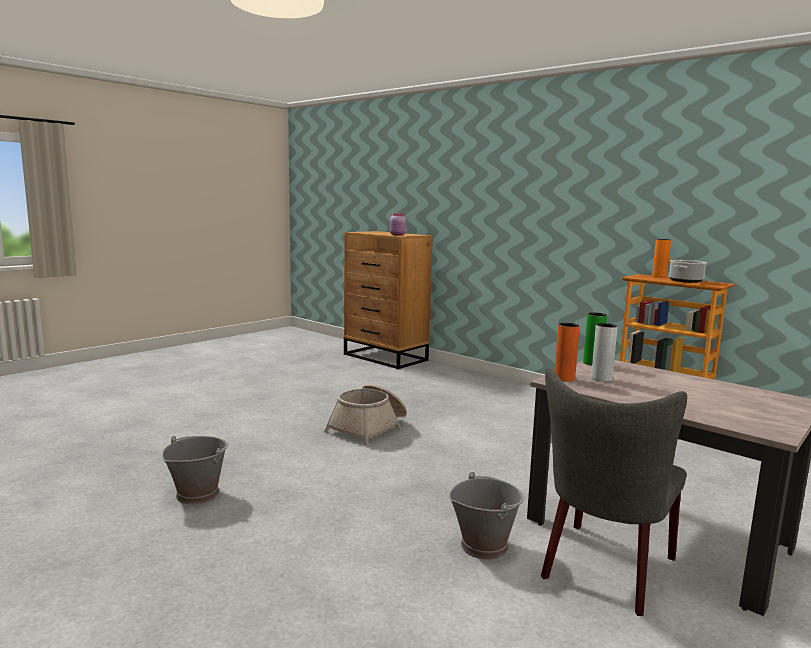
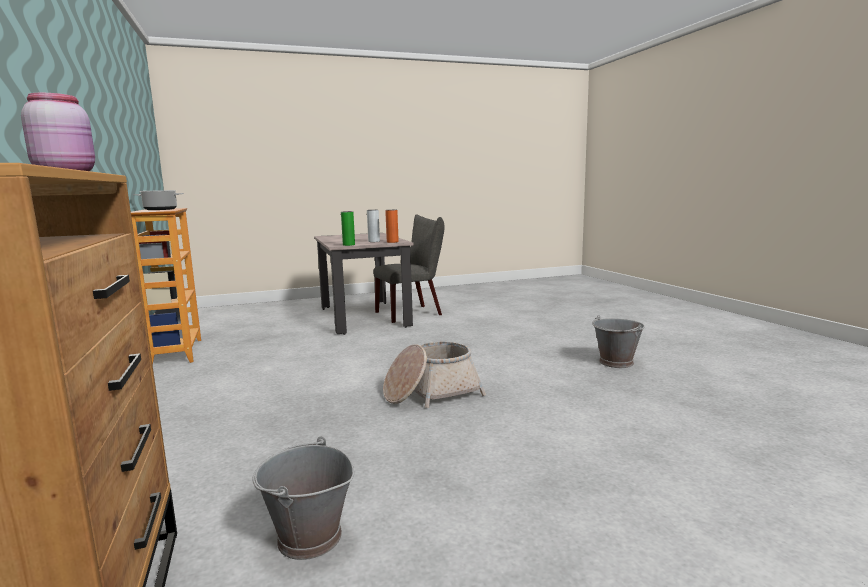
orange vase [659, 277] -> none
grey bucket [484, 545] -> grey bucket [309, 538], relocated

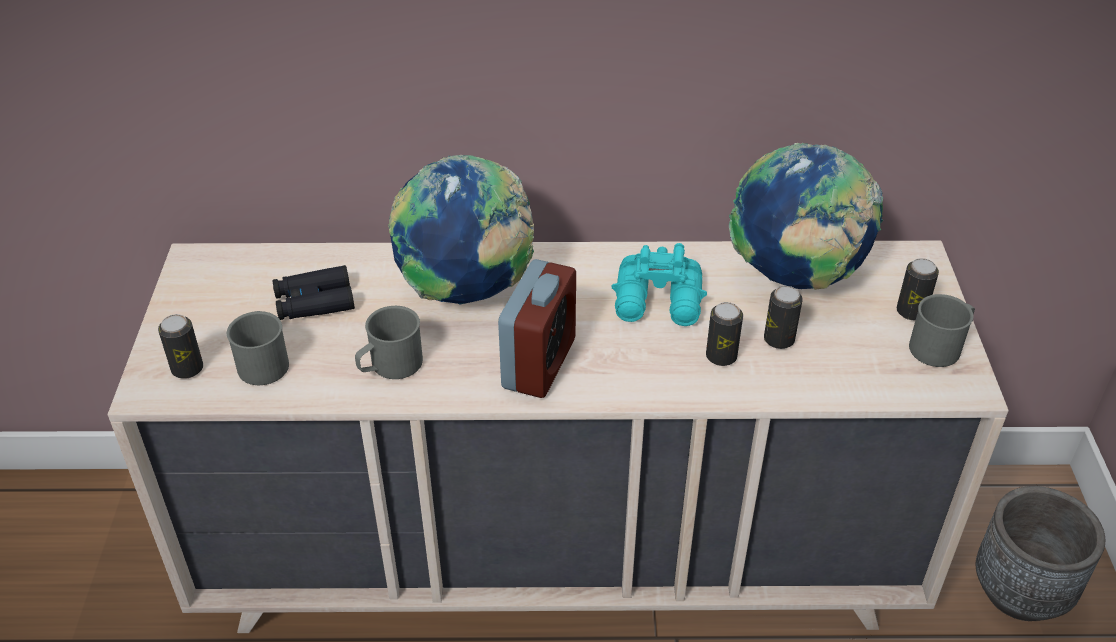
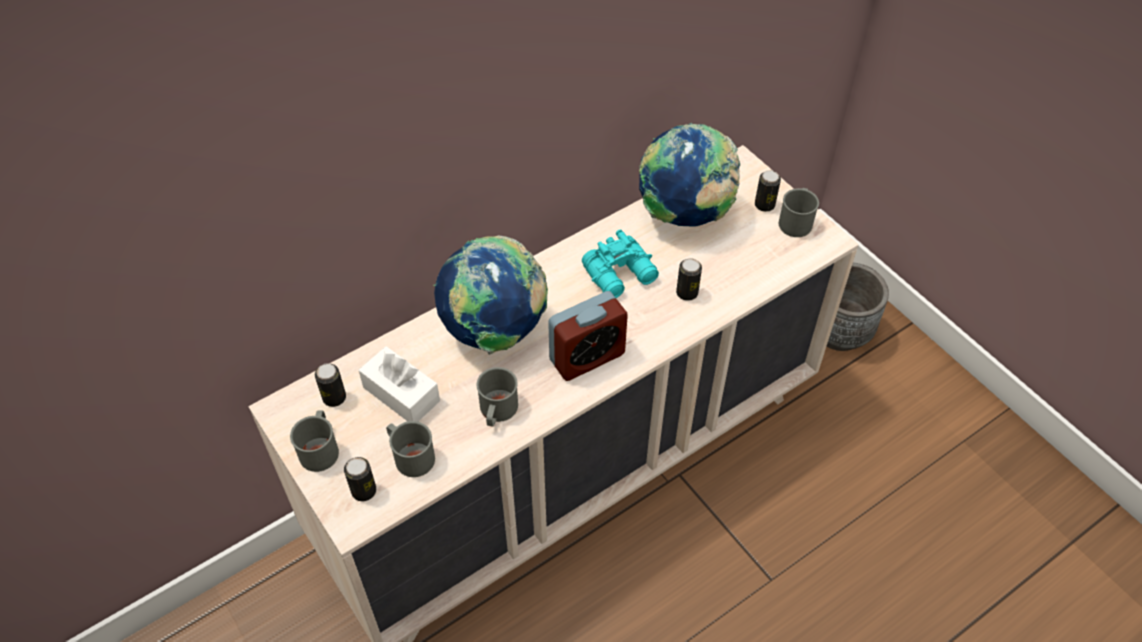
none -> grey mug [320, 448]
can [779, 340] -> can [334, 398], relocated
black binoculars [314, 302] -> white tissue box [401, 394]
alarm clock [539, 363] -> alarm clock [587, 357], 75 degrees clockwise

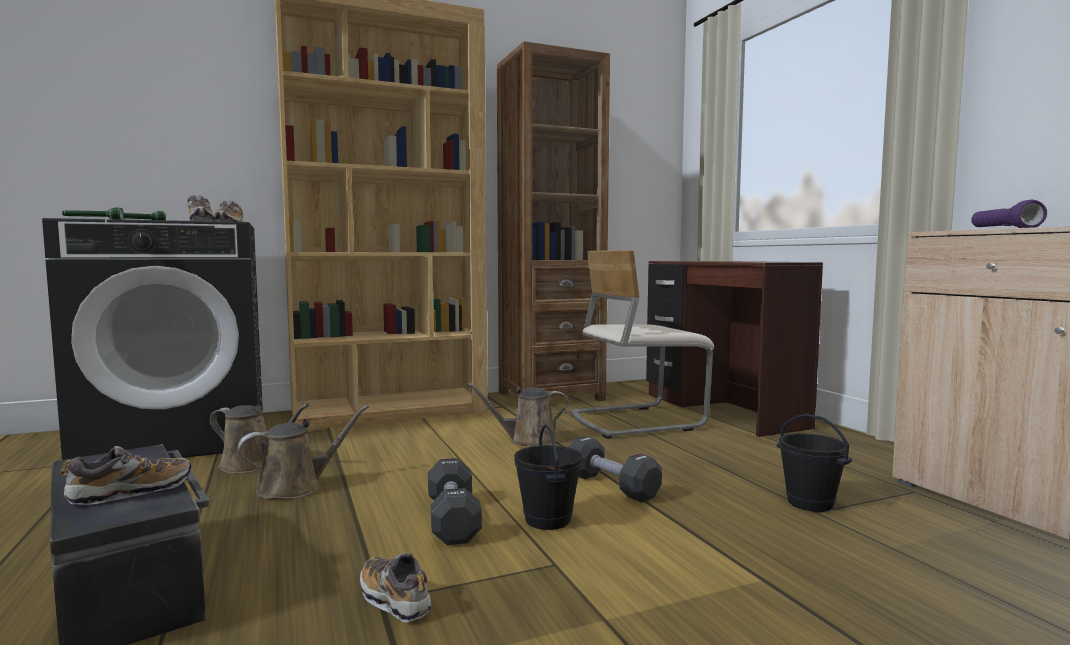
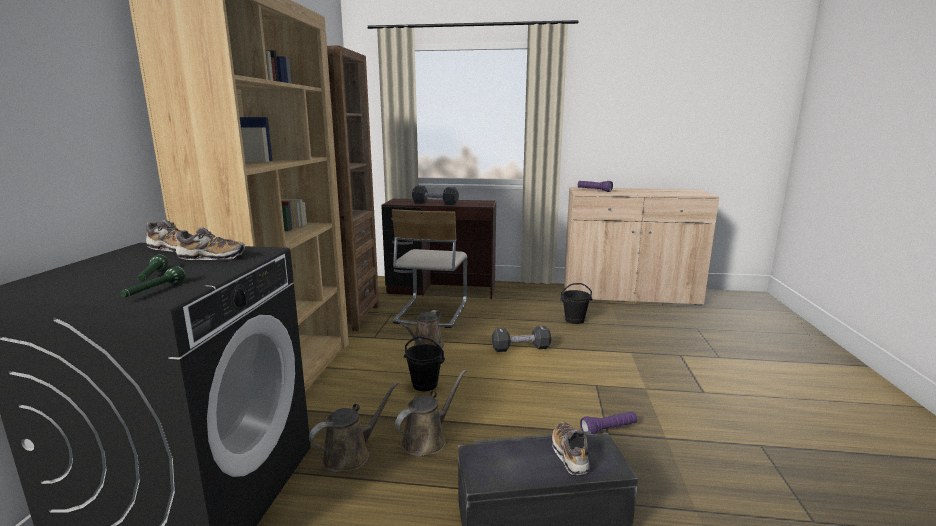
black dumbbell [453, 519] -> black dumbbell [435, 204], relocated
black bucket [548, 520] -> black bucket [425, 385], relocated
shoe [394, 600] -> purple flashlight [608, 429]
brown watering can [296, 487] -> brown watering can [427, 440], 45 degrees clockwise

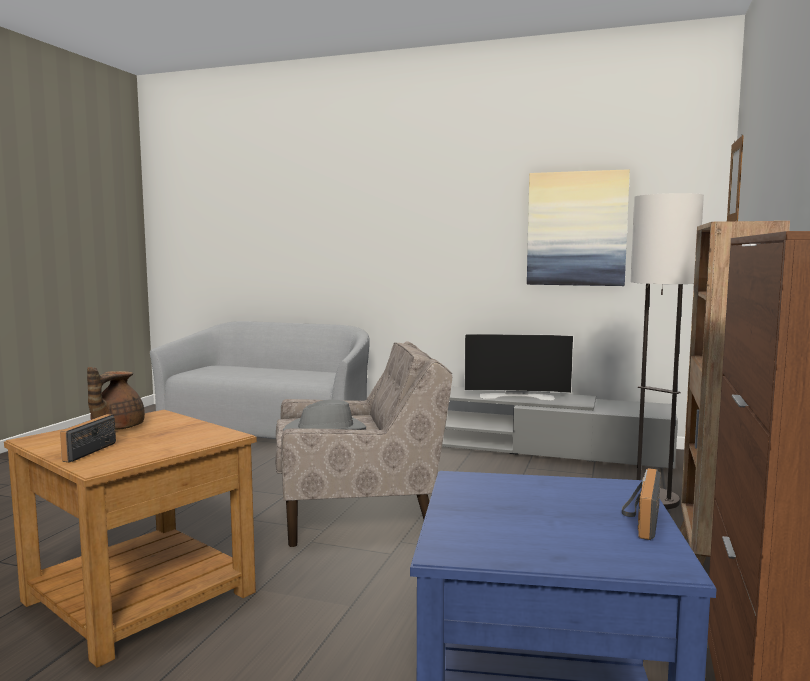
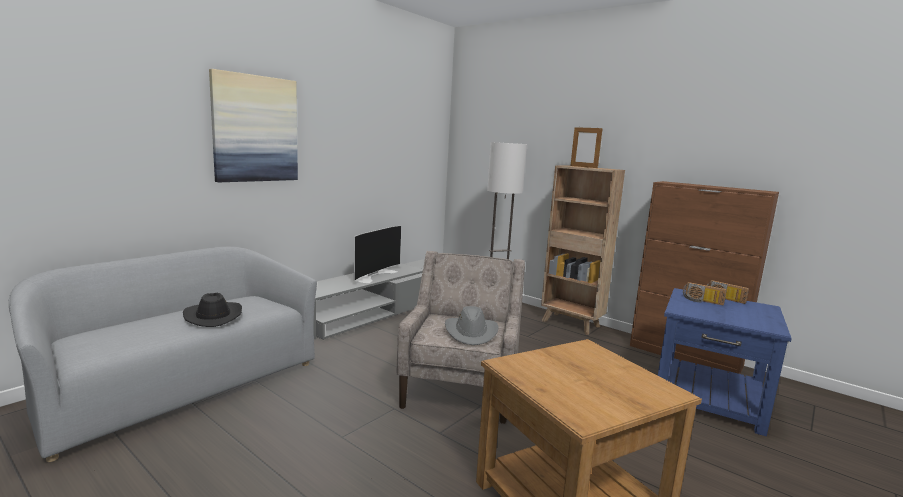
brown teapot [115, 428] -> none
none -> black hat [213, 316]
radio [86, 450] -> radio [702, 301], relocated
picture [576, 229] -> picture [255, 129], relocated

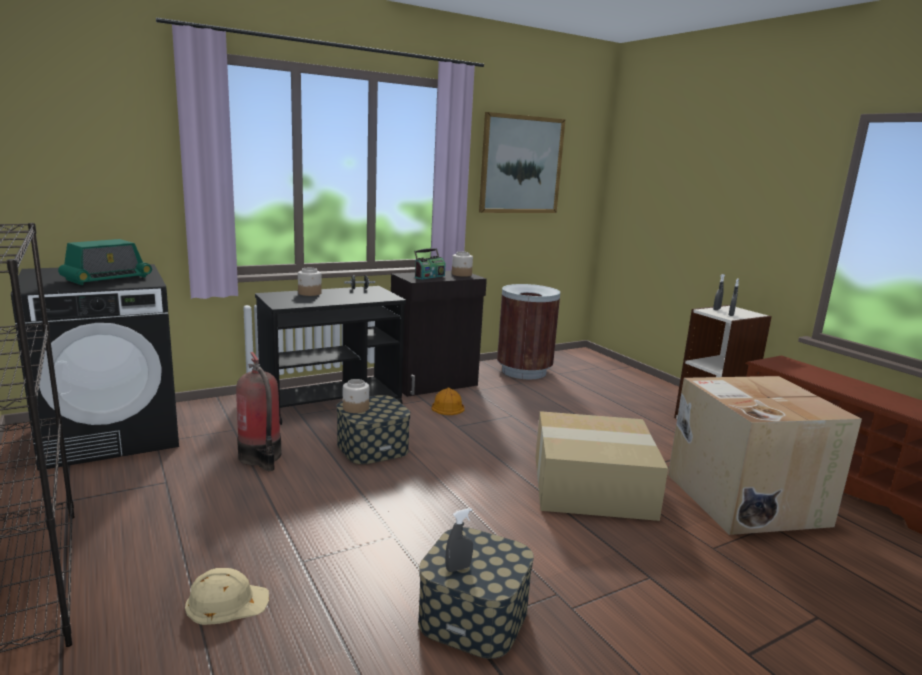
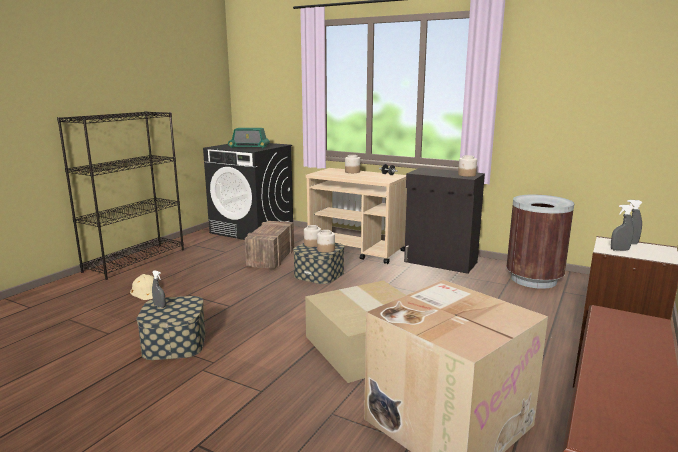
radio [429, 276] -> none
orange hard hat [447, 406] -> none
picture [521, 165] -> none
none -> jar [325, 249]
fire extinguisher [261, 457] -> crate [271, 258]
black cart [332, 403] -> beige cart [356, 250]

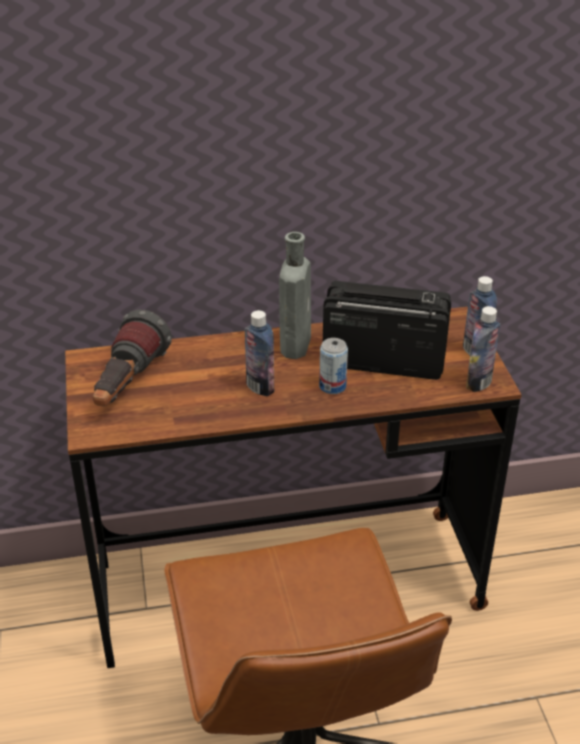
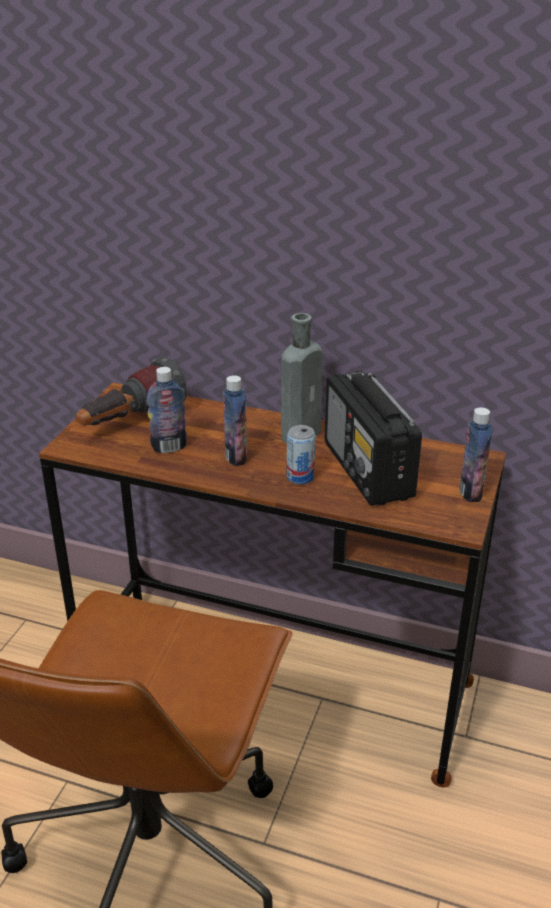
bottle [478, 383] -> bottle [169, 447], relocated
radio [382, 361] -> radio [368, 471], 150 degrees counterclockwise

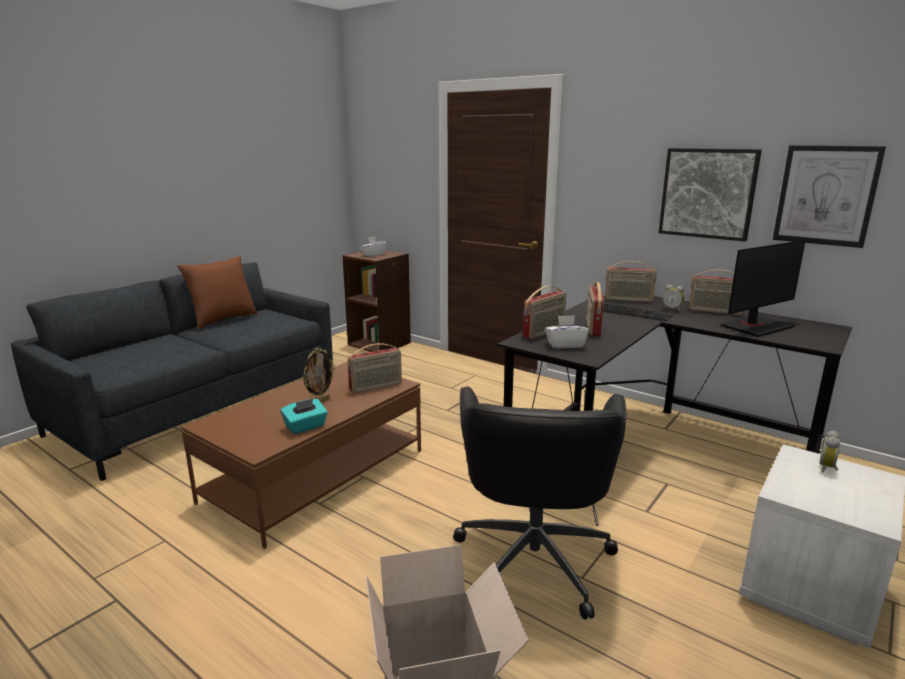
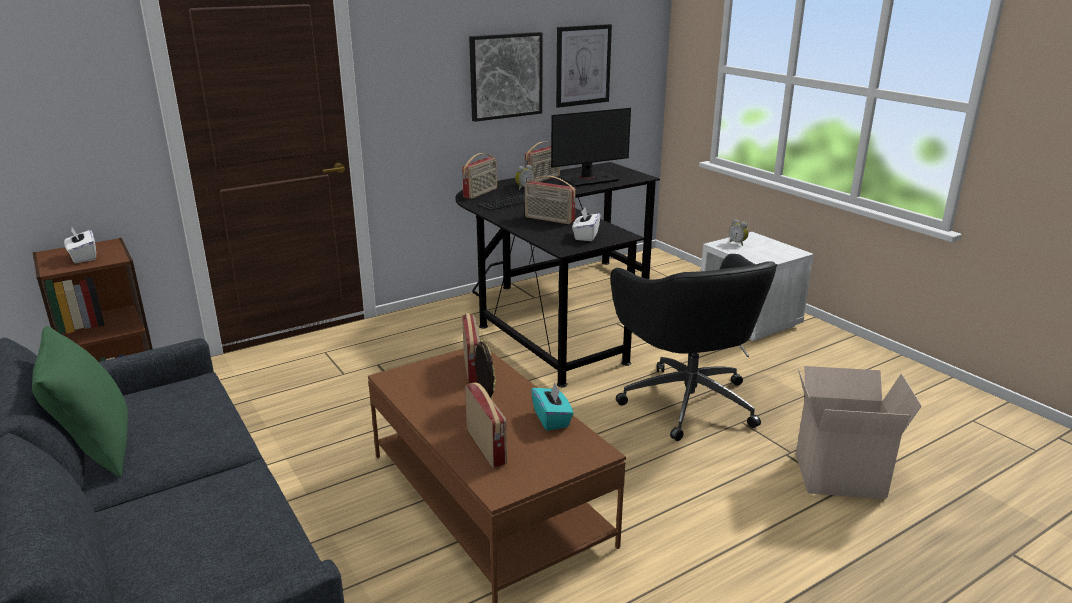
radio [544, 333] -> radio [487, 446], relocated
brown pillow [223, 320] -> green pillow [96, 450]
black office chair [534, 557] -> black office chair [686, 400], 45 degrees clockwise
monitor [756, 326] -> monitor [589, 179], 75 degrees clockwise

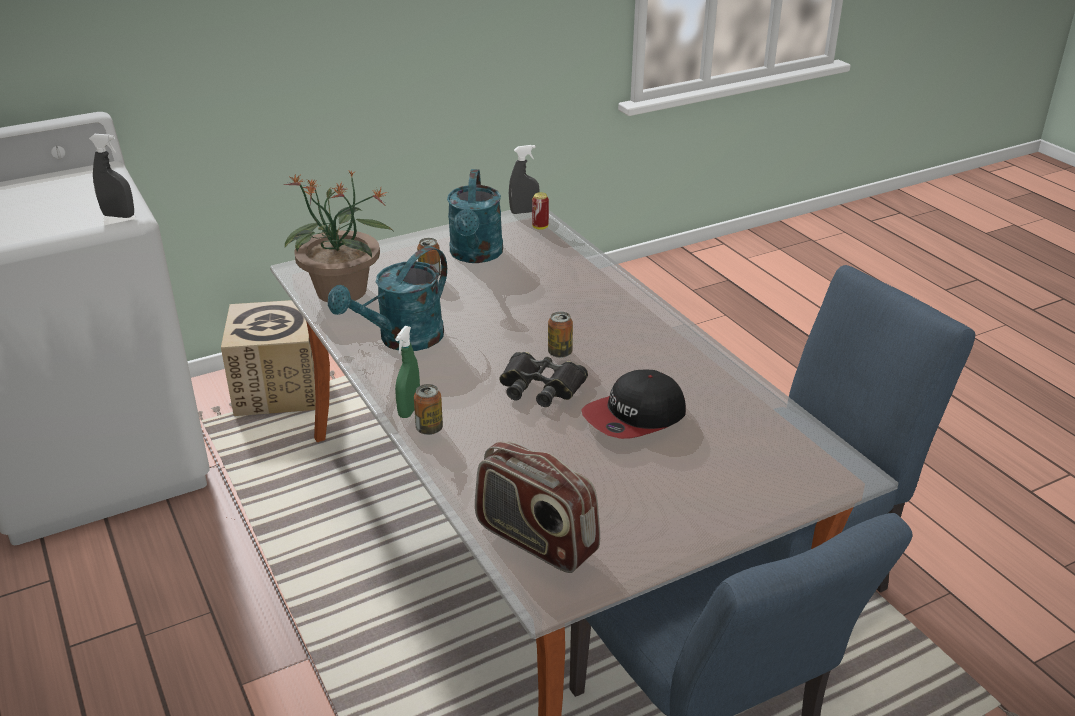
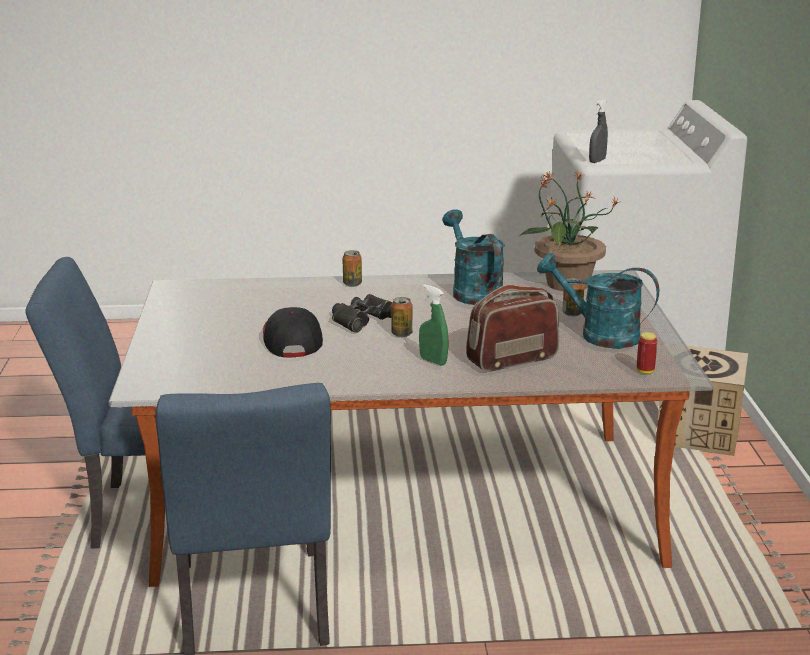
grey spray bottle [524, 212] -> none
green spray bottle [409, 410] -> green spray bottle [433, 361], relocated
radio [535, 540] -> radio [512, 359], relocated

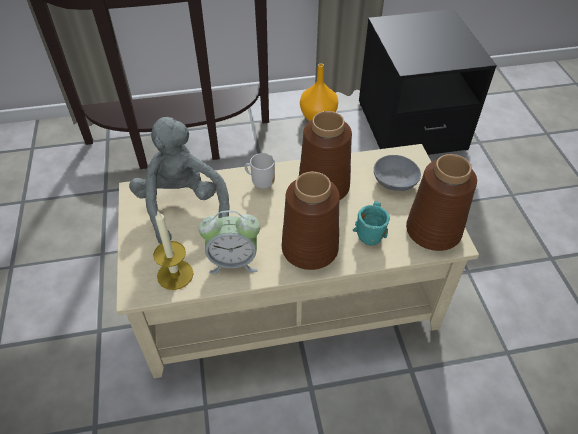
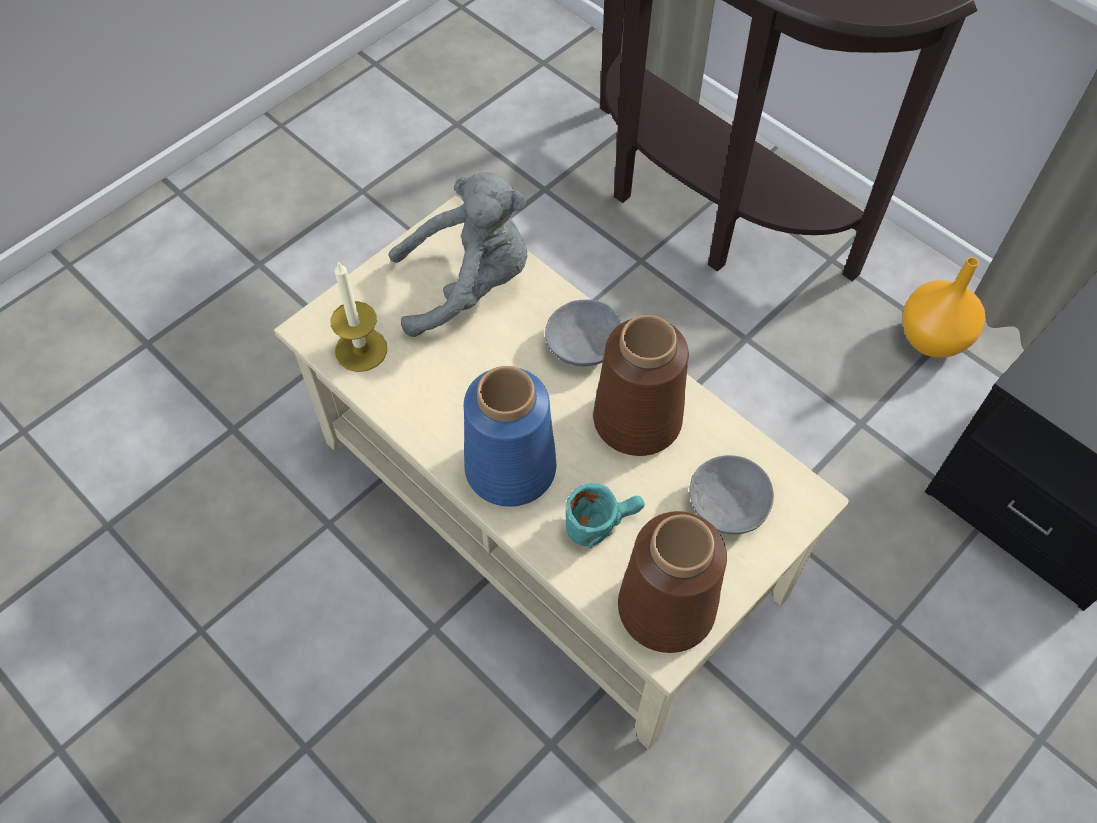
alarm clock [233, 261] -> none
mug [262, 182] -> grey bowl [582, 342]
brown vase [308, 248] -> blue vase [509, 467]
grey plush toy [182, 207] -> grey plush toy [469, 285], 45 degrees clockwise

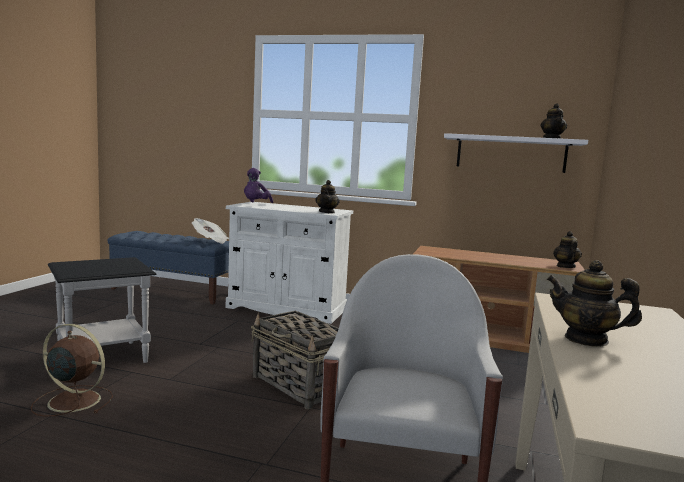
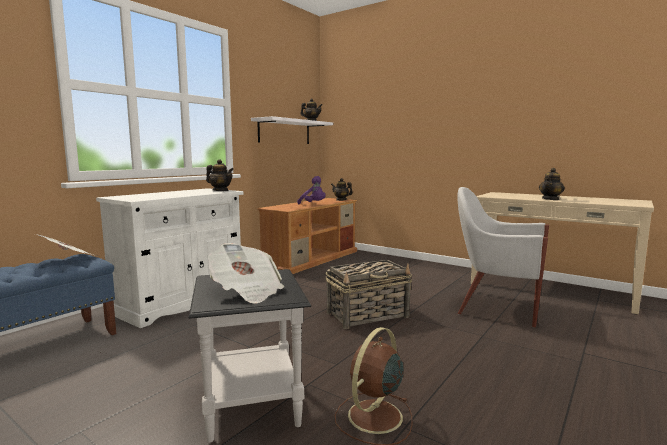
none -> newspaper [246, 291]
purple plush toy [256, 204] -> purple plush toy [313, 204], relocated

